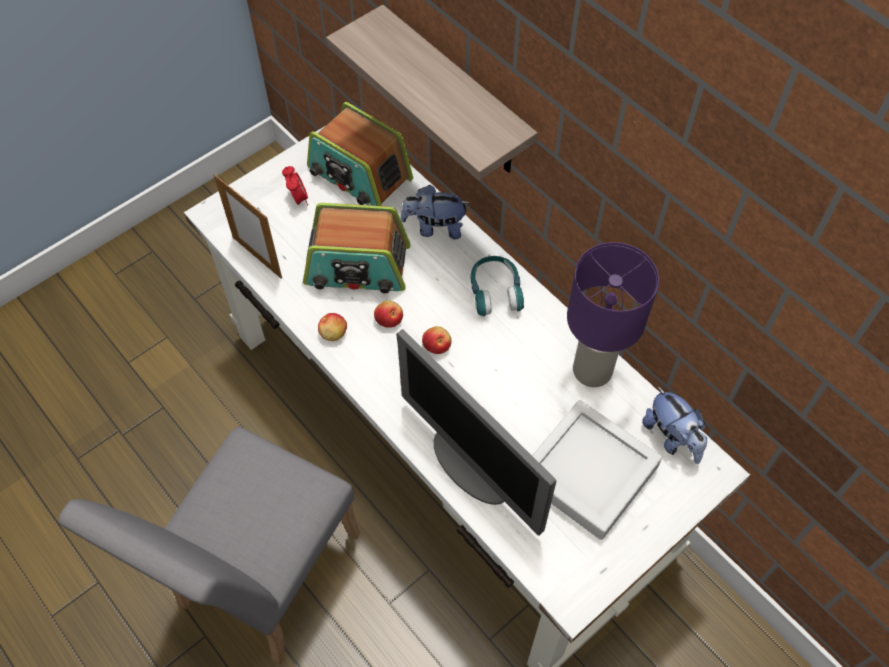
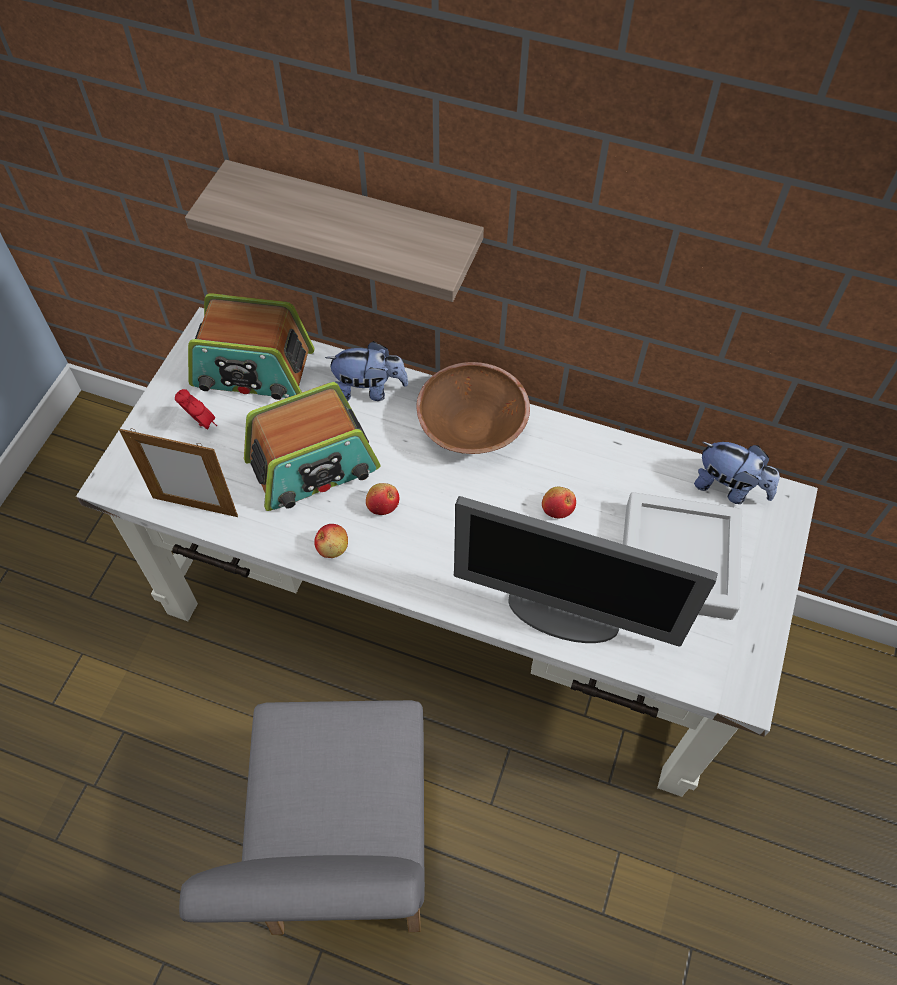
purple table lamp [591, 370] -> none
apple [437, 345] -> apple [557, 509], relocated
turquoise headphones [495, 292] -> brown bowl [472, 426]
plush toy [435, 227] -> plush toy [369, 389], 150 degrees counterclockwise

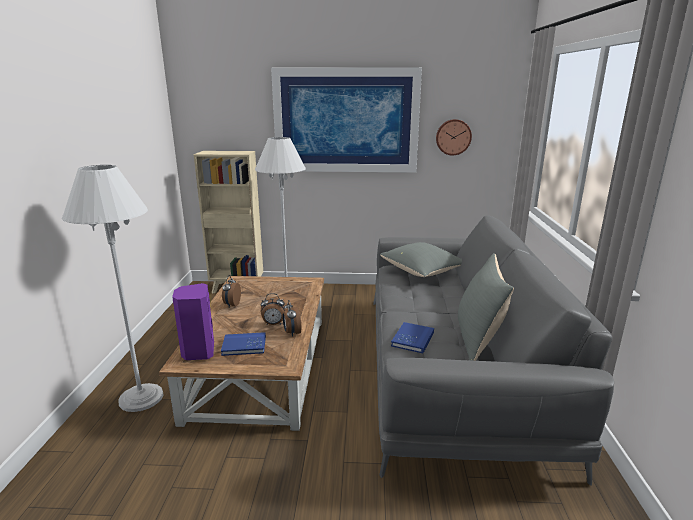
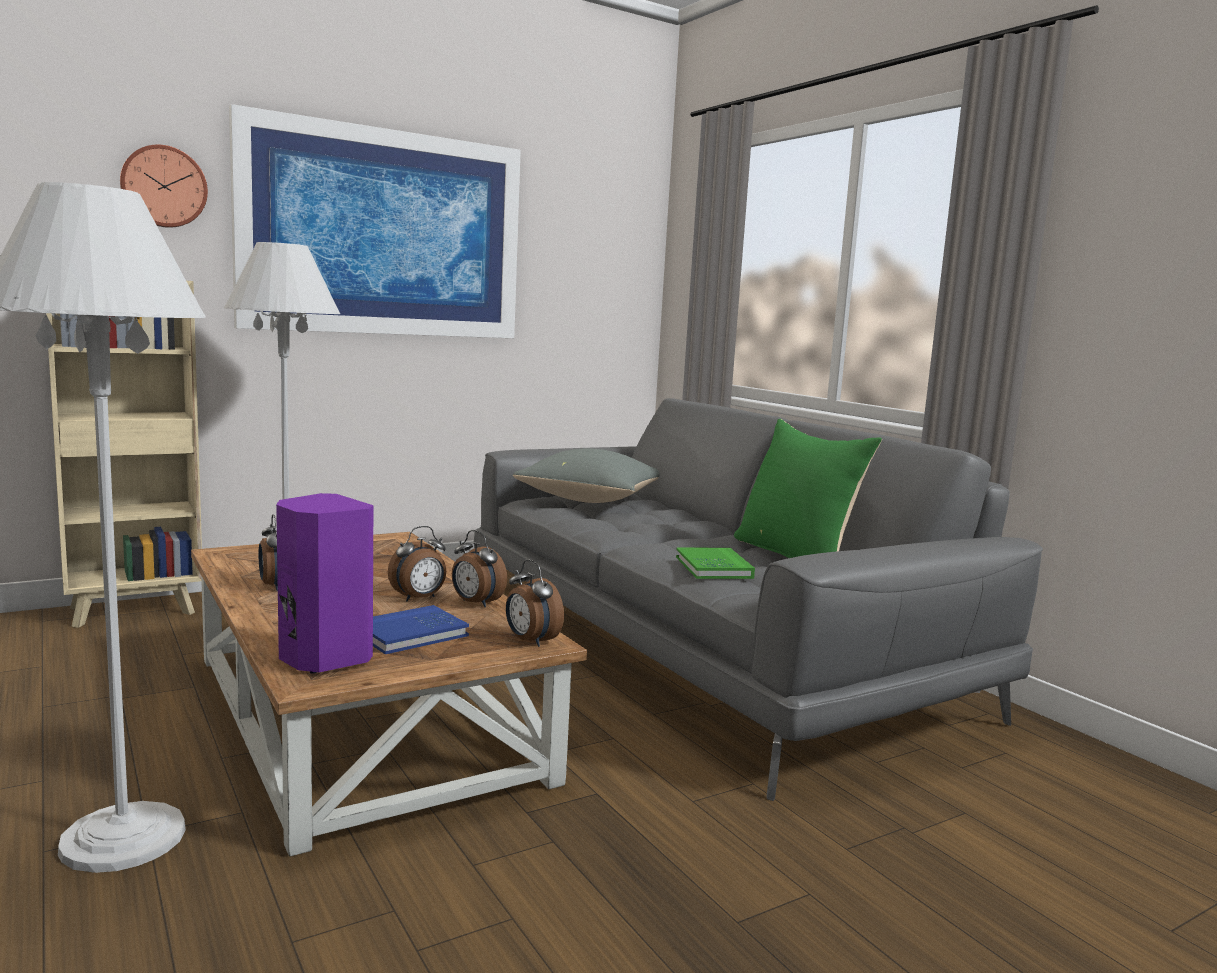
none -> alarm clock [530, 641]
wall clock [453, 137] -> wall clock [164, 187], relocated
blue book [412, 339] -> green book [713, 567]
grey pillow [478, 340] -> green pillow [797, 556]

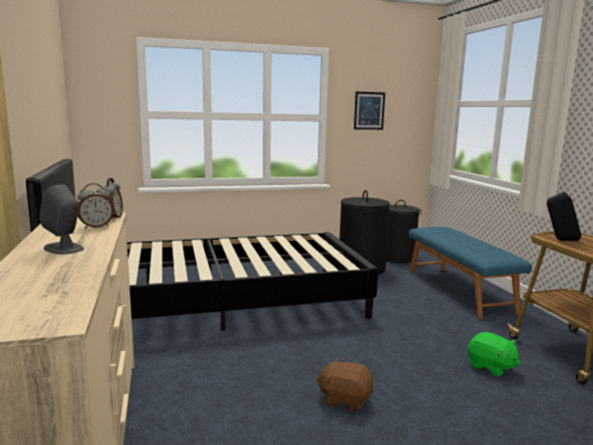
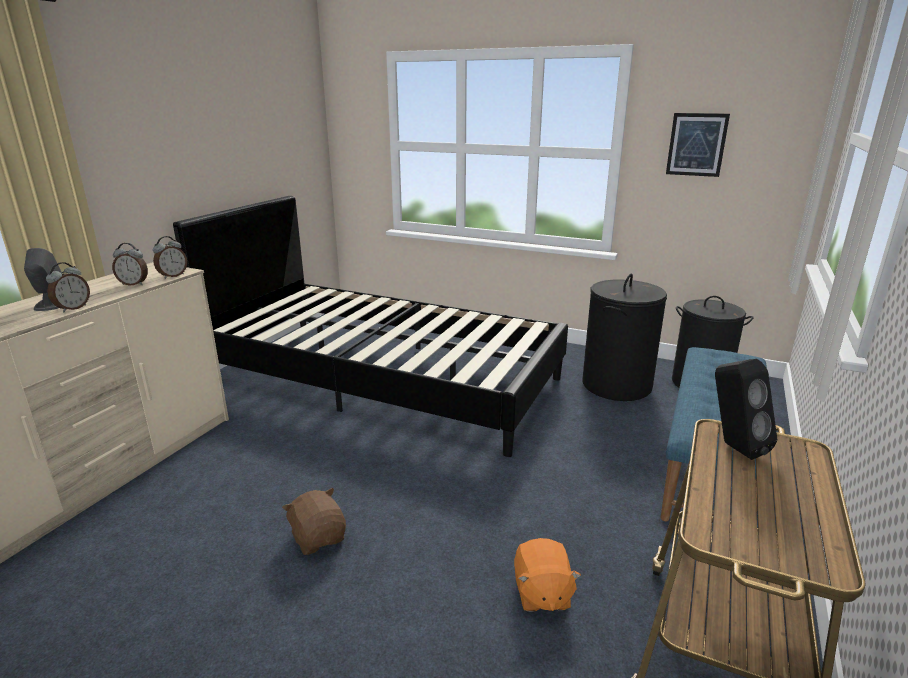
none -> alarm clock [73, 308]
green plush toy [491, 367] -> orange plush toy [541, 593]

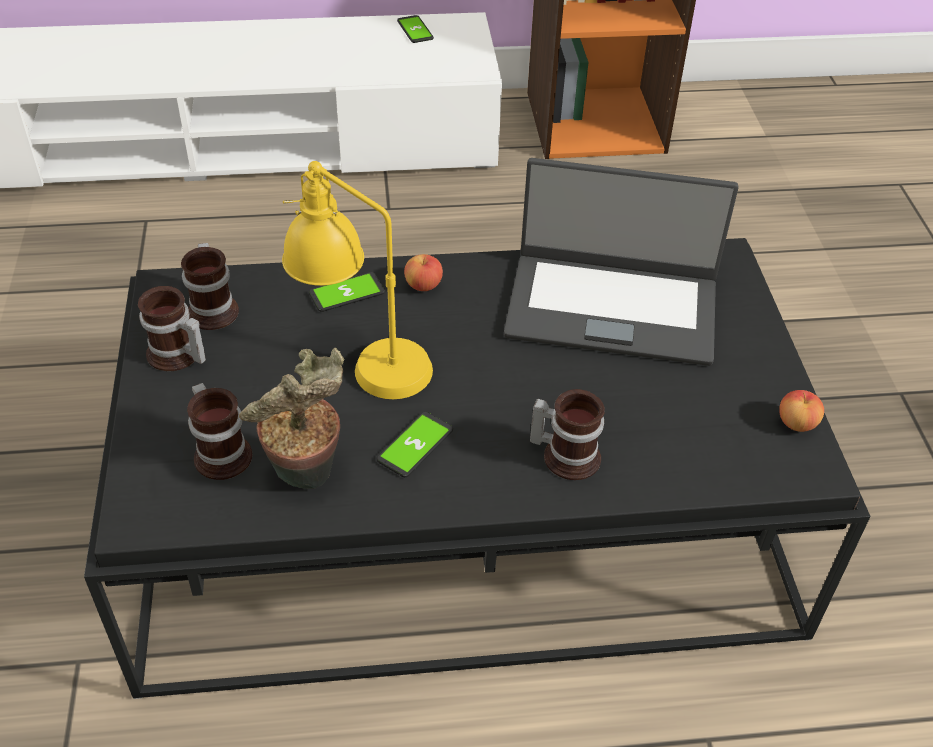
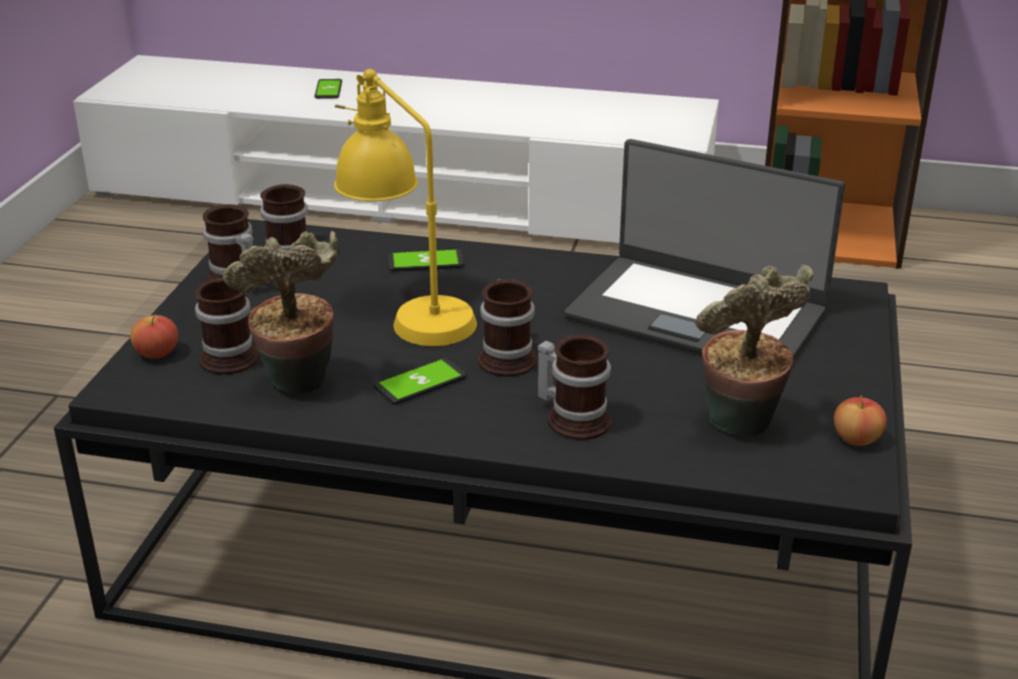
none -> mug [509, 357]
none -> potted plant [741, 428]
phone [415, 30] -> phone [328, 90], relocated
apple [423, 285] -> apple [157, 353], relocated

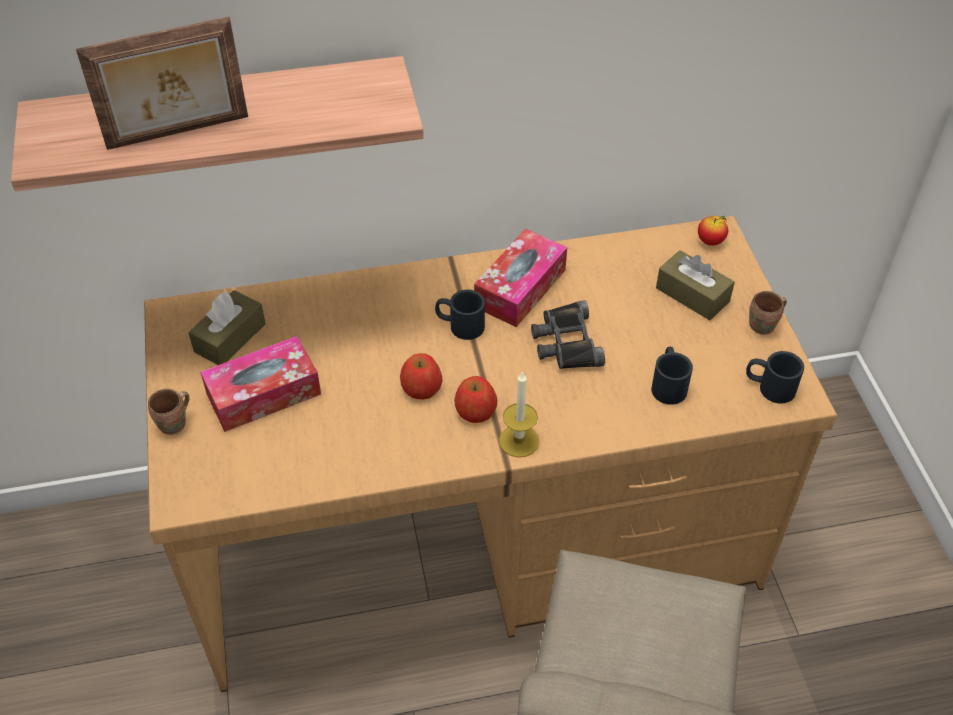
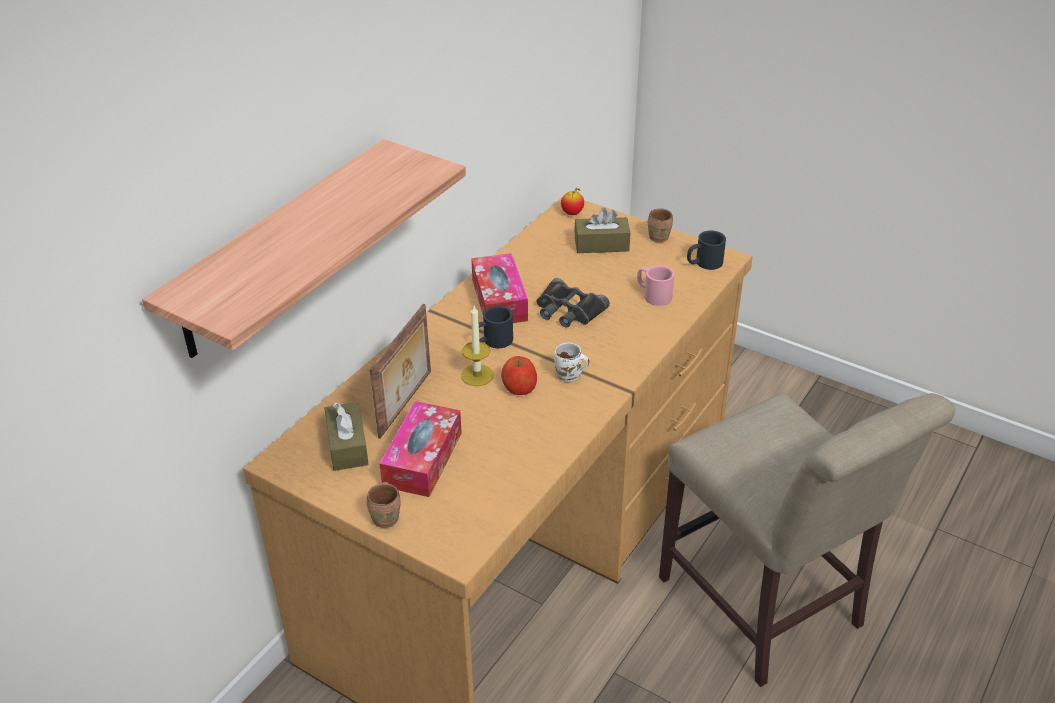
picture frame [179, 133] -> picture frame [407, 404], relocated
candle [519, 441] -> candle [477, 375], relocated
apple [475, 410] -> white mug [569, 376]
black mug [668, 384] -> pink mug [653, 294]

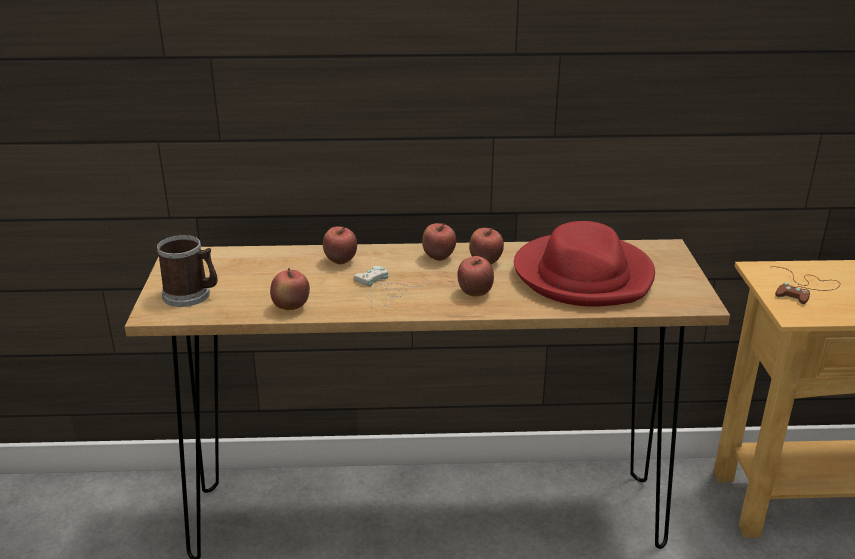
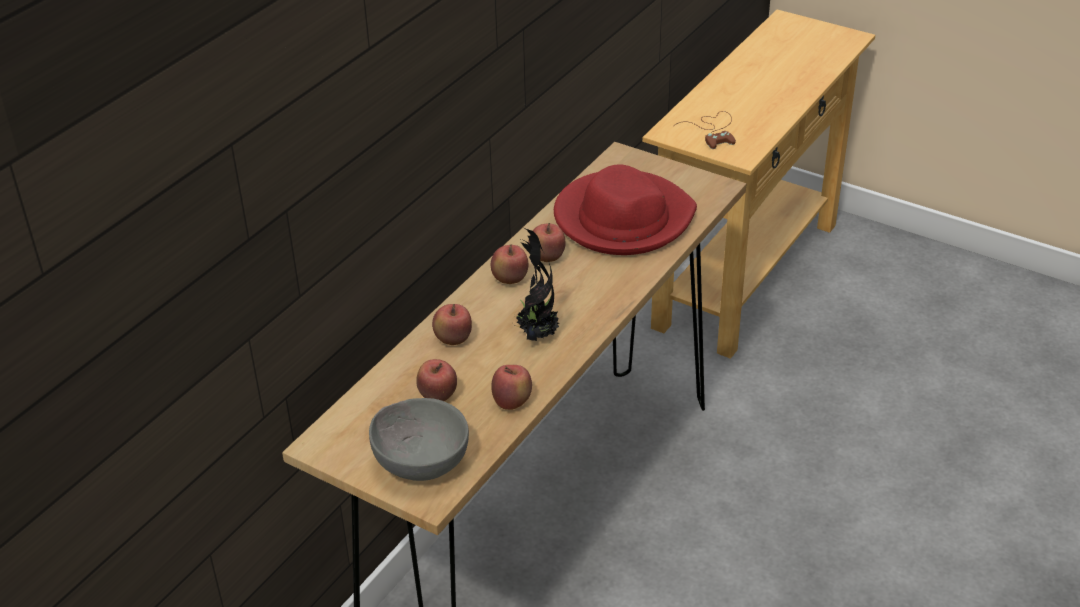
apple [475, 293] -> apple [437, 397], relocated
mug [191, 295] -> grey bowl [420, 461]
white game controller [385, 290] -> potted plant [536, 334]

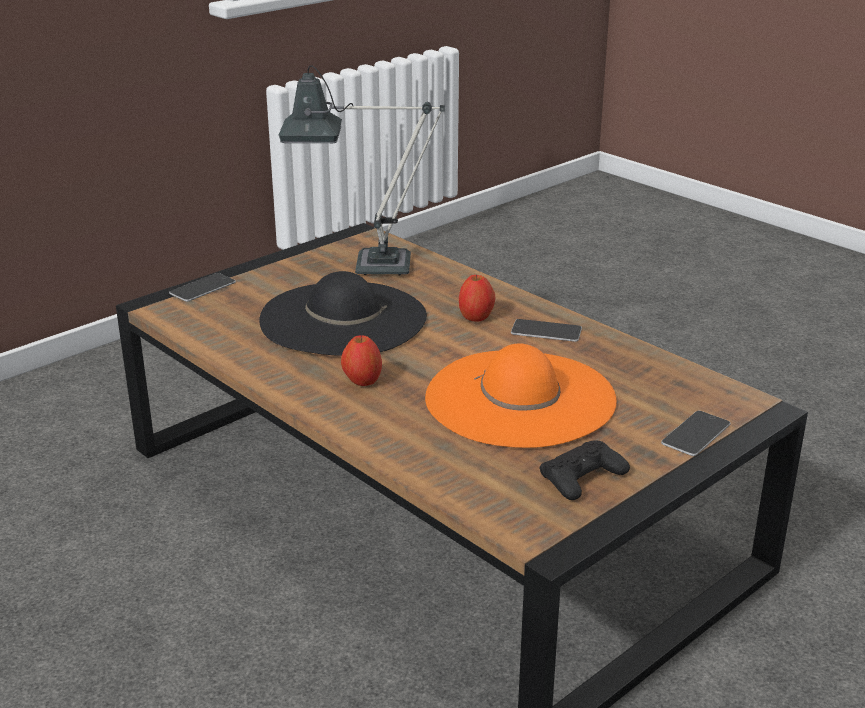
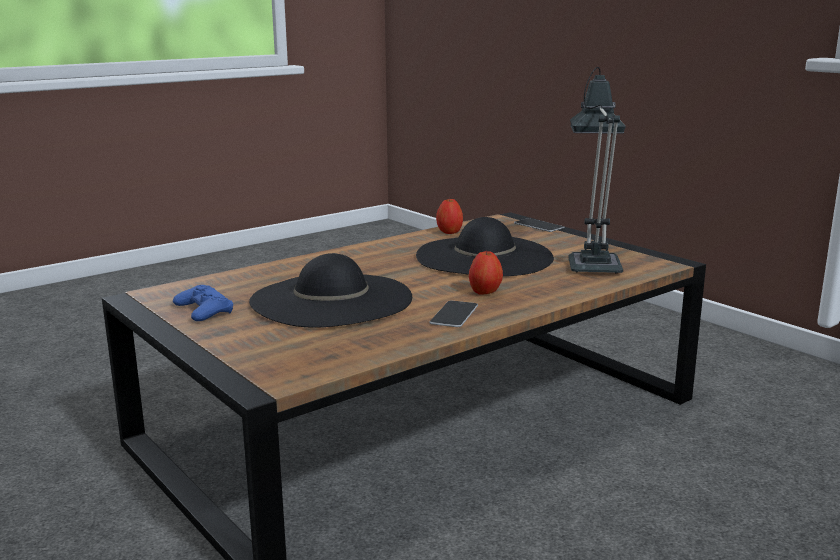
phone [696, 433] -> none
apple [362, 381] -> apple [449, 232], relocated
orange hat [520, 398] -> black hat [331, 300]
black game controller [582, 477] -> blue game controller [203, 310]

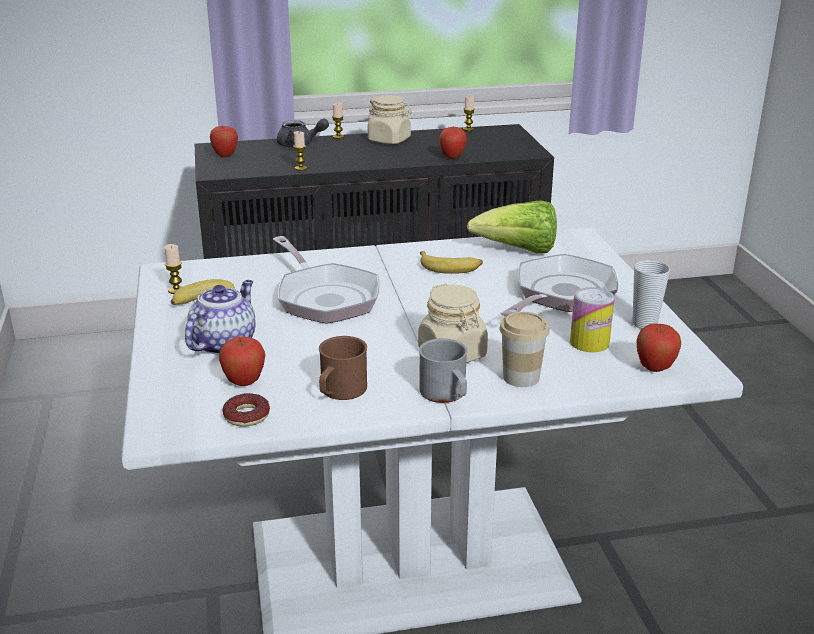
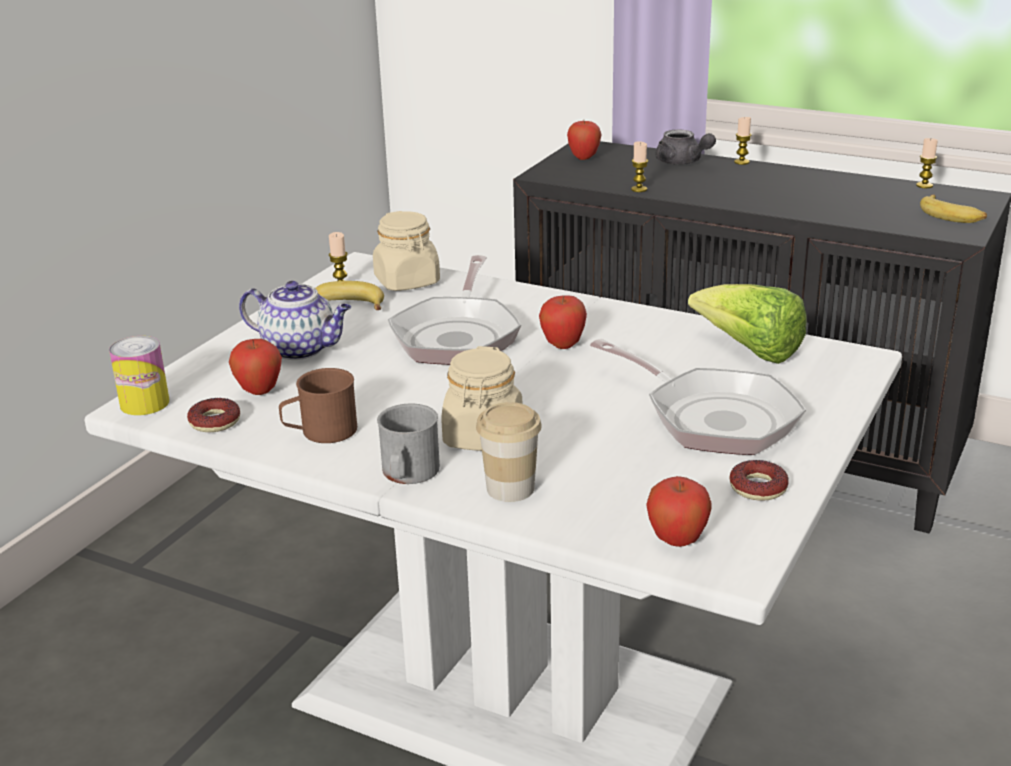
beige jar [389, 140] -> beige jar [407, 282], relocated
banana [450, 267] -> banana [951, 216], relocated
apple [452, 157] -> apple [563, 345], relocated
can [589, 342] -> can [144, 403], relocated
cup [644, 324] -> donut [758, 487]
teapot [224, 343] -> teapot [301, 349], 45 degrees clockwise
frying pan [560, 295] -> frying pan [712, 417], 60 degrees clockwise

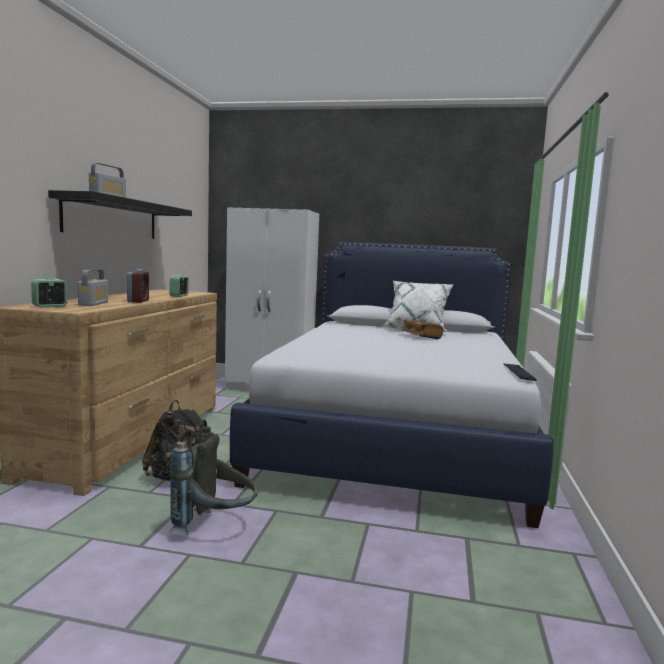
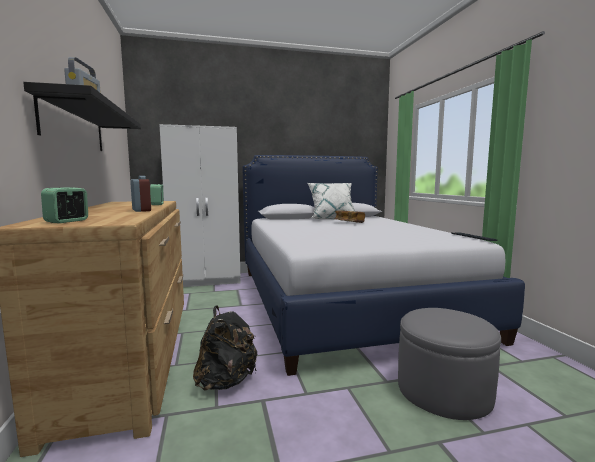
radio [93, 304] -> none
grey backpack [215, 527] -> none
none -> grey ottoman [444, 390]

